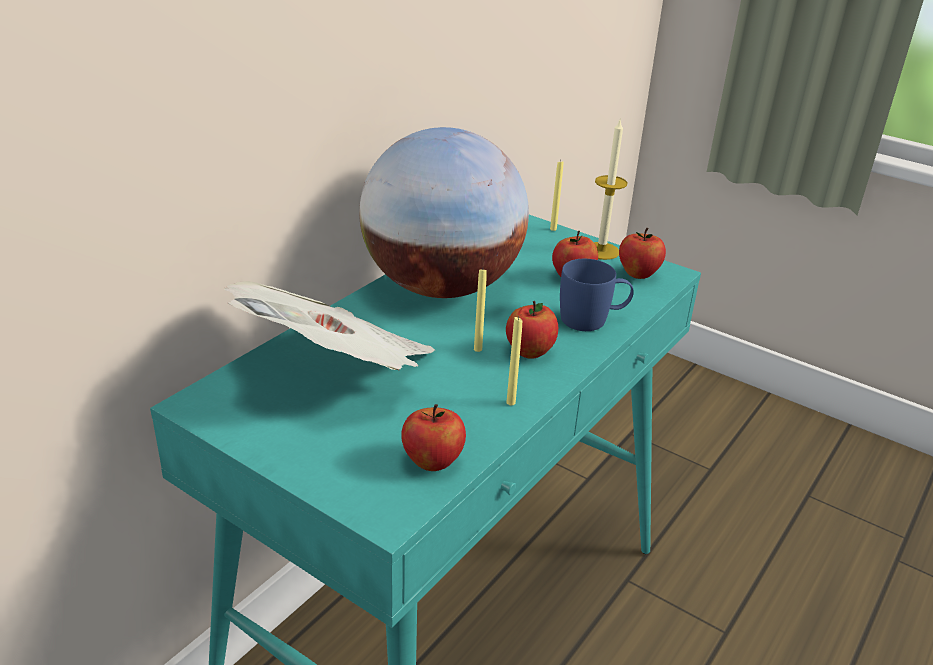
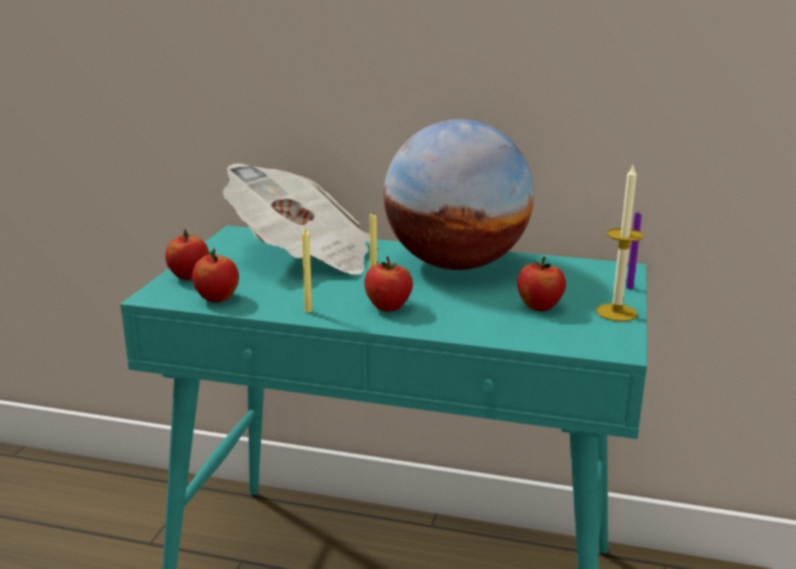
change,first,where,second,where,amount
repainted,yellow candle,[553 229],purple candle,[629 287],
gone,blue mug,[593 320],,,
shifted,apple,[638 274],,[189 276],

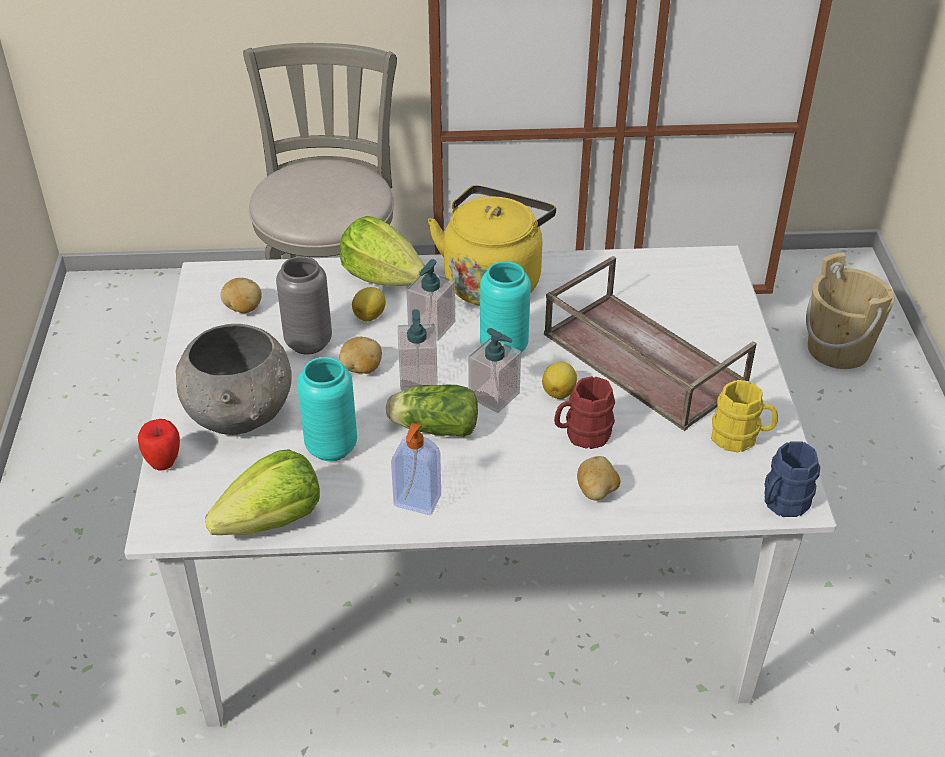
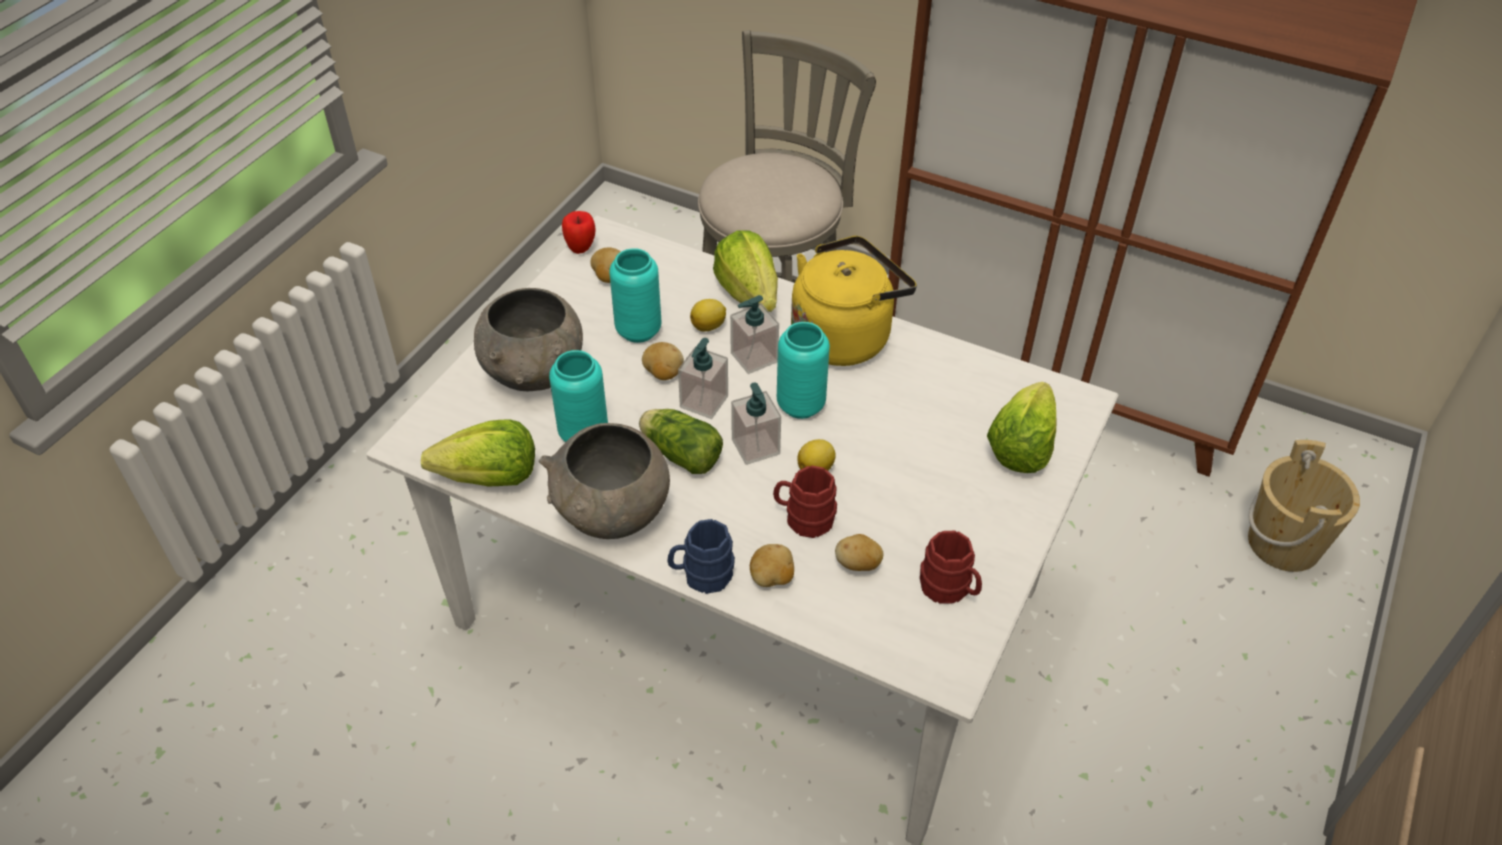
change,first,where,second,where,amount
shifted,apple,[164 463],,[581 249],
repainted,grey vase,[308 343],turquoise vase,[638 330],
swapped,soap dispenser,[417 502],grey bowl,[613 515],
gone,brown tray,[640 359],,,
repainted,yellow mug,[740 438],red mug,[949 589],
shifted,blue mug,[782 503],,[701 575],
new,,,potato,[858 564],
new,,,lettuce,[1021 447],

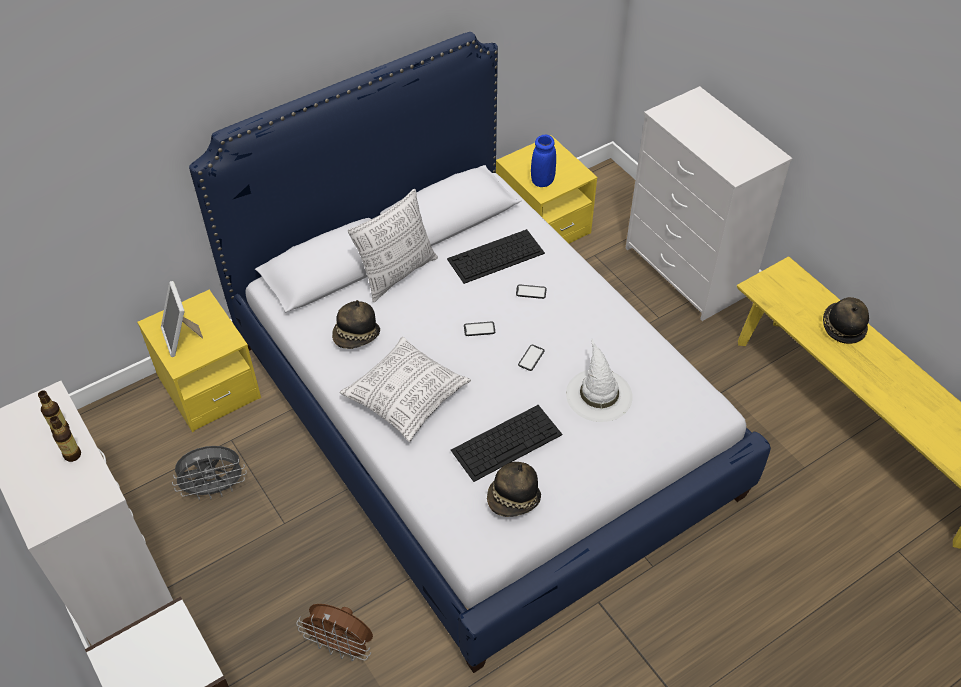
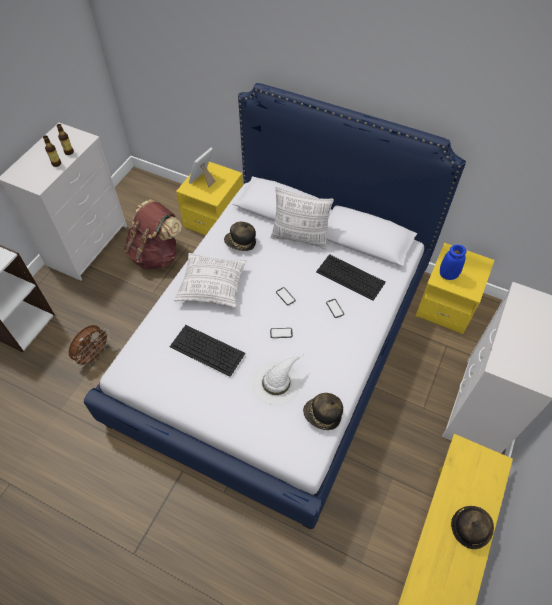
change,first,where,second,where,amount
swapped,grey fan,[215 489],brown backpack,[156 254],
rotated,brown fan,[342 646],,[94 355],135 degrees counterclockwise
shifted,hat,[513 500],,[322 415],

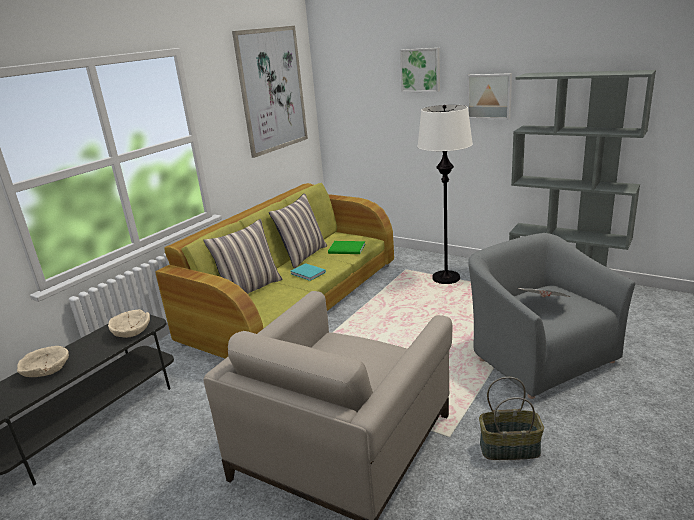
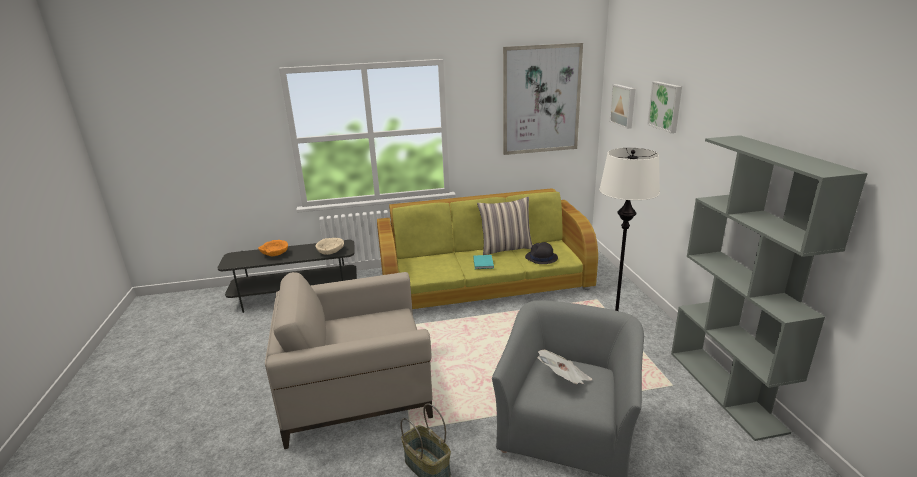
change,first,where,second,where,amount
repainted,beige bowl,[46 371],orange bowl,[275 254],
gone,pillow,[250 288],,,
swapped,green book,[347 249],black hat,[541 258],
shifted,picture,[489 96],,[624 105],

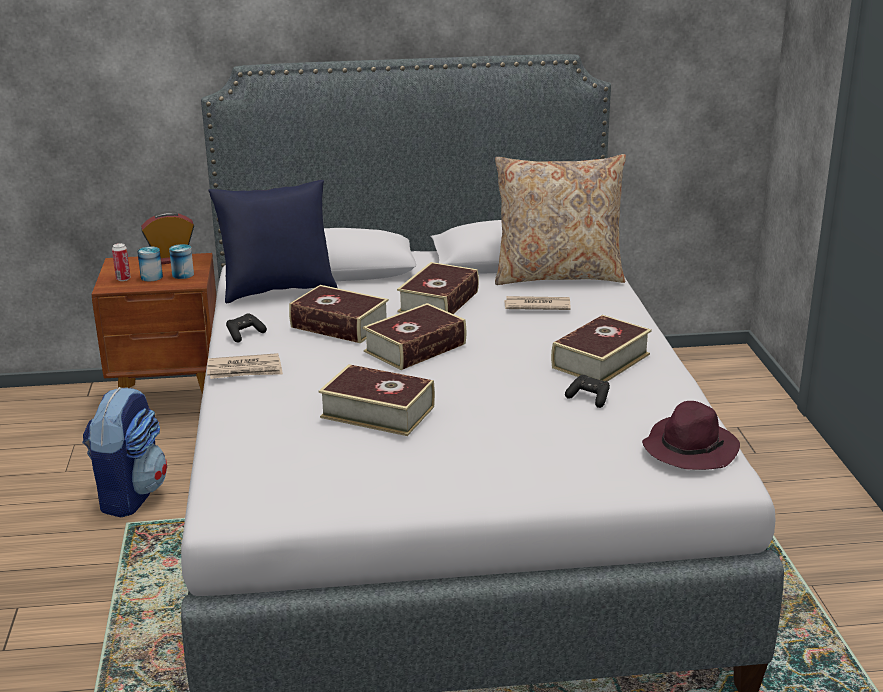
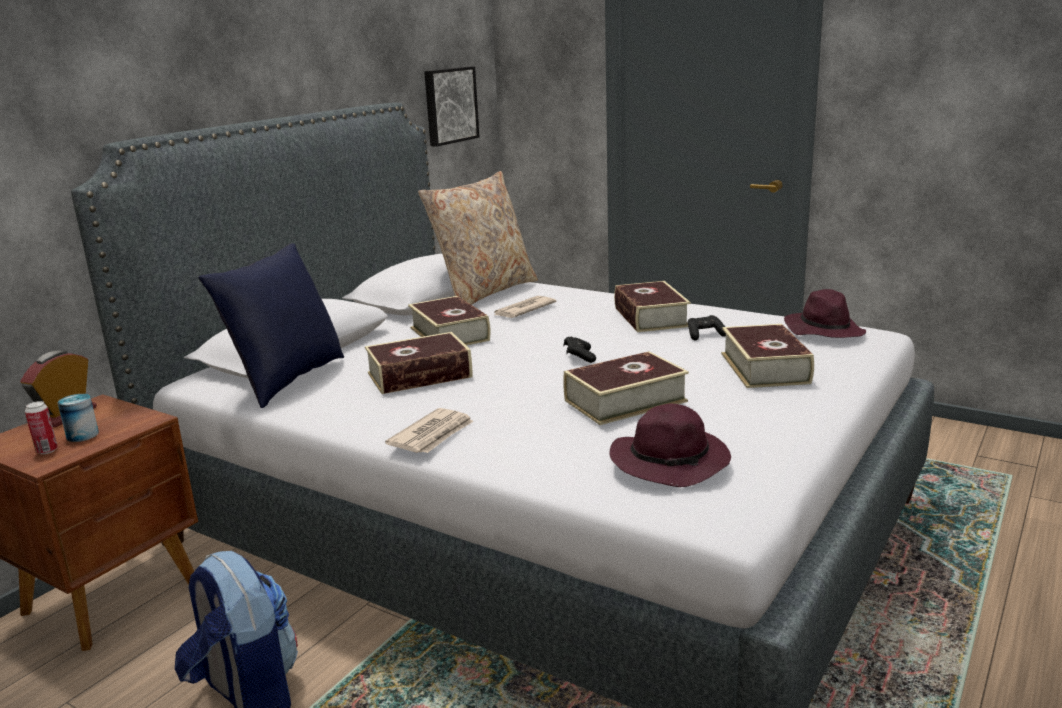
change,first,where,second,where,amount
gone,can,[183 275],,,
shifted,black game controller,[245 334],,[579 357],
shifted,book,[415 348],,[764 368],
new,,,picture,[449 105],
new,,,purple hat,[671 461],

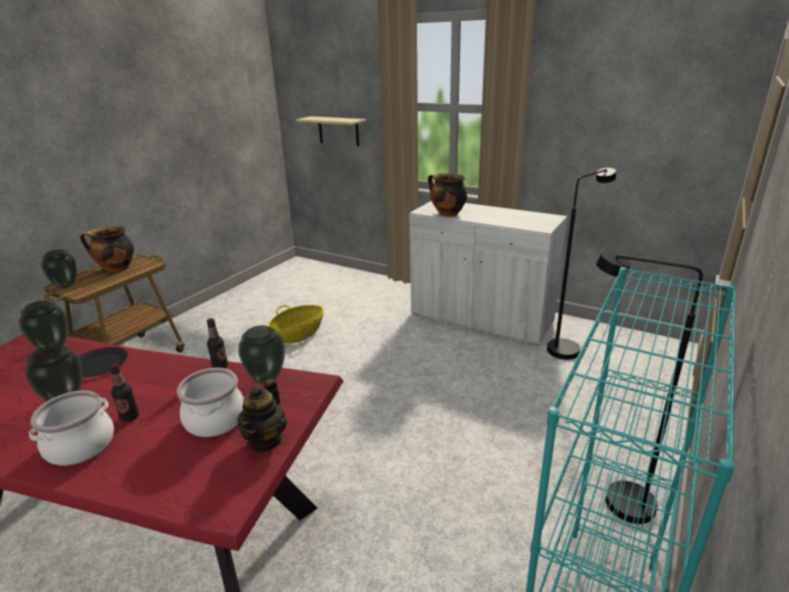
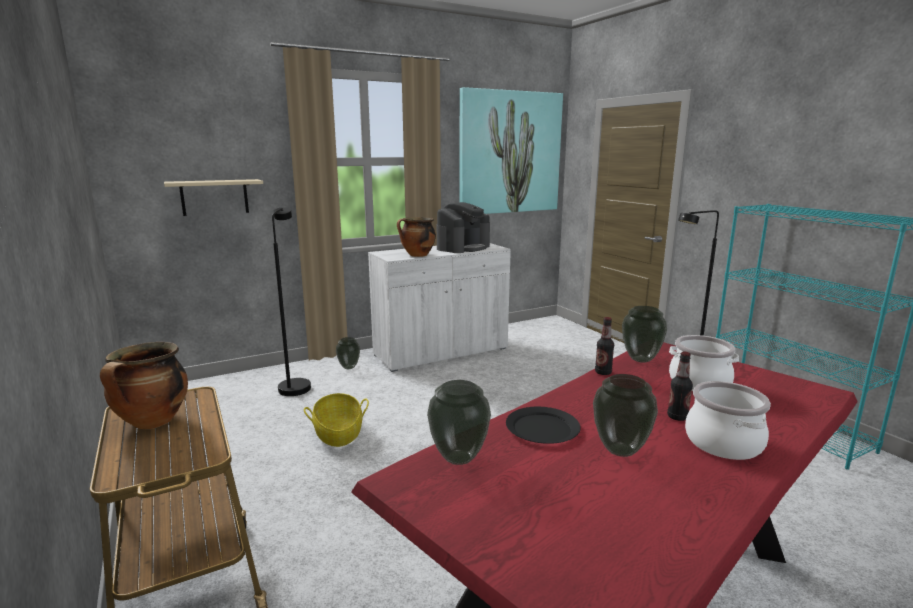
change,first,where,second,where,amount
shifted,vase,[66 286],,[349 367],
gone,teapot,[266 440],,,
shifted,black floor lamp,[567 347],,[295 385],
new,,,coffee machine,[463 247],
new,,,picture,[509 153],

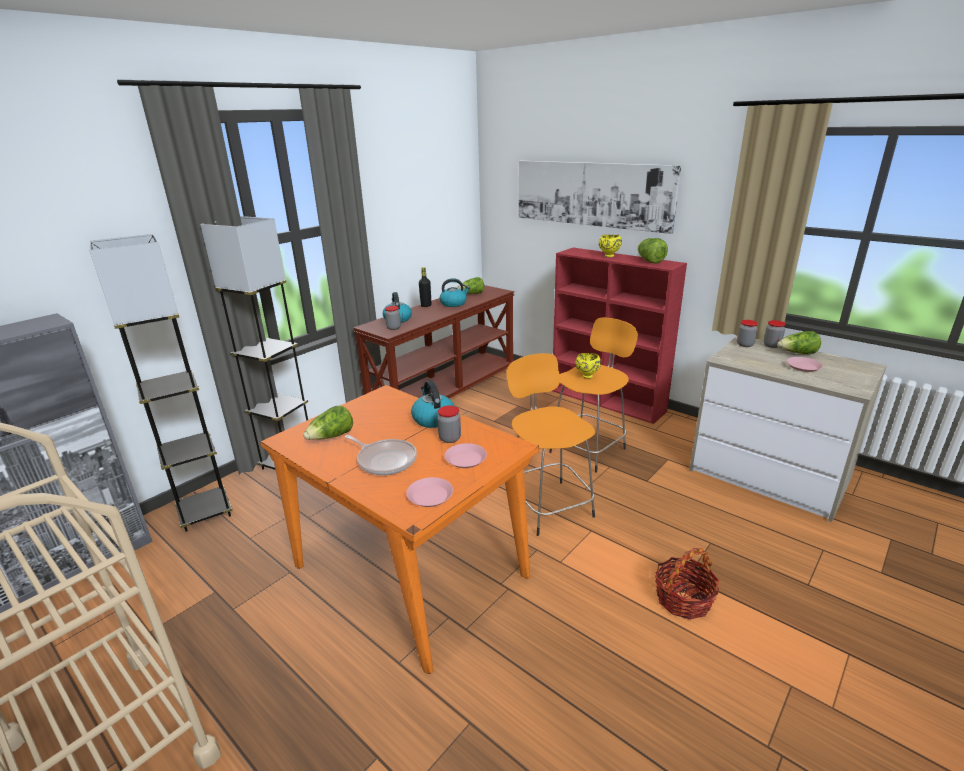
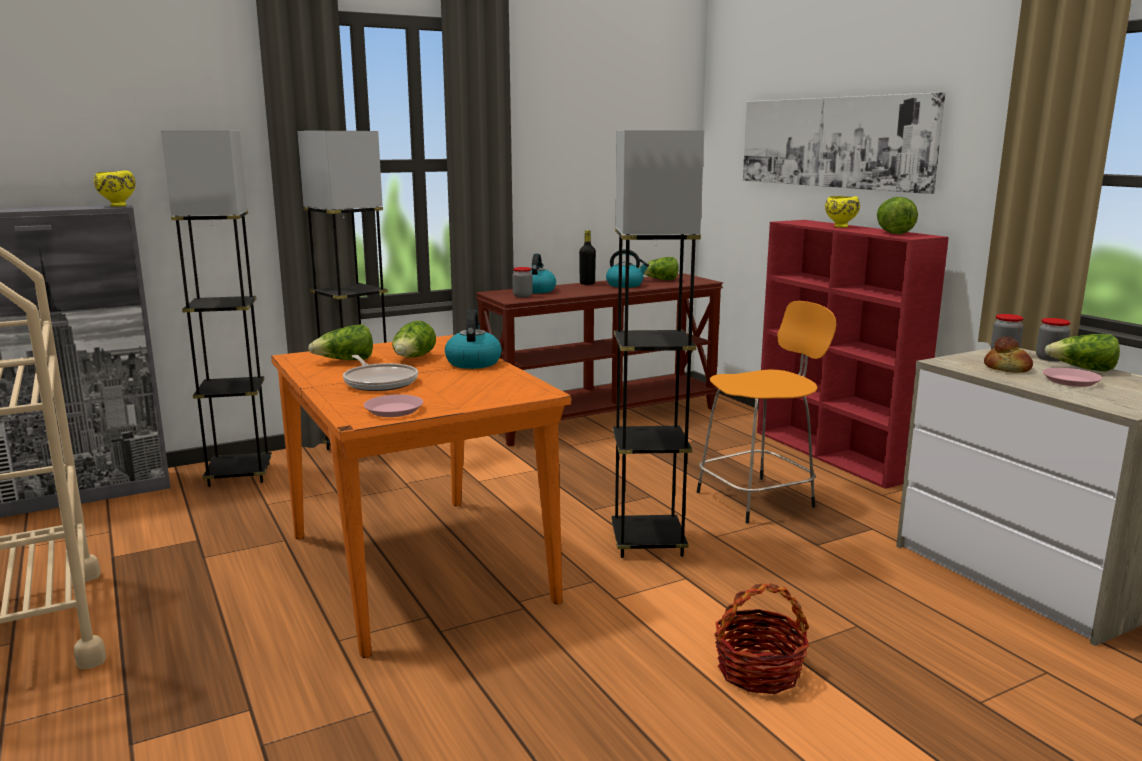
change,first,where,second,where,amount
gone,jar,[450 438],,,
gone,pink plate,[466 459],,,
swapped,orange stool,[548 505],grey floor lamp,[648 542],
shifted,yellow bowl,[586 376],,[117 205],
new,,,lettuce,[413 358],
new,,,bread,[1008 368],

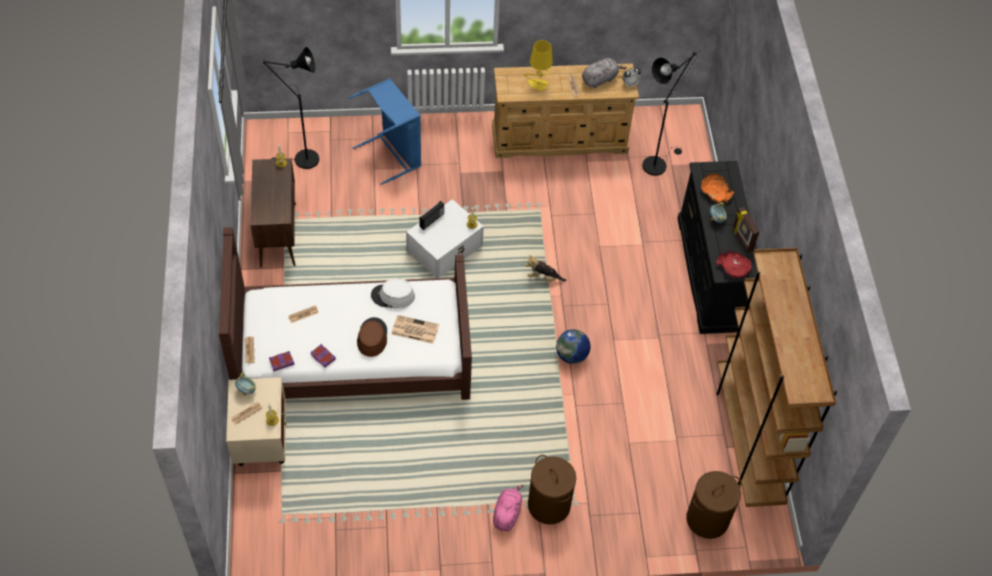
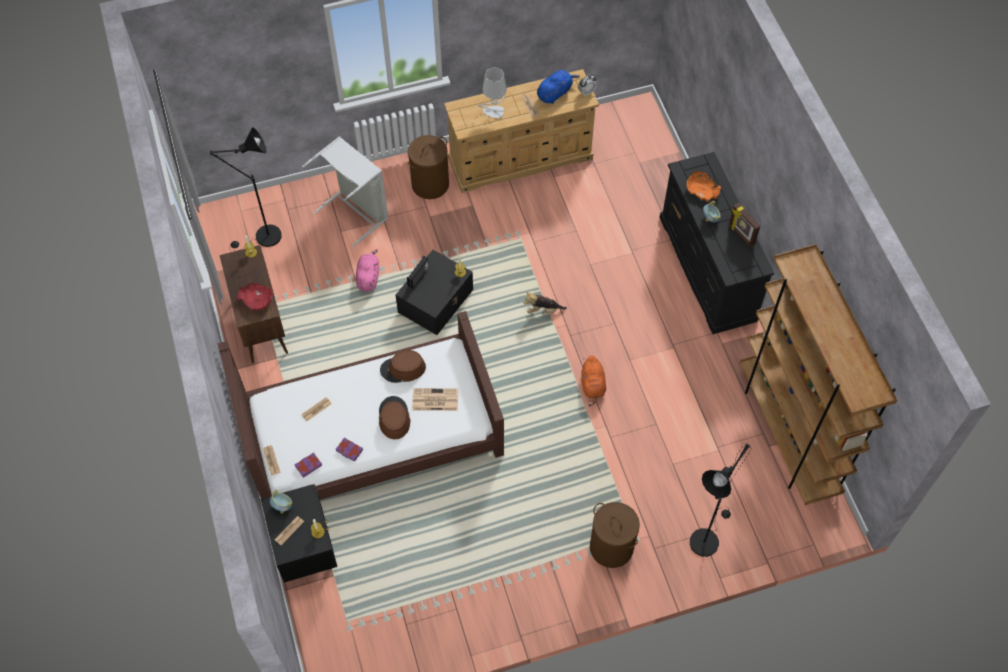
change,first,where,second,where,amount
repainted,beige nightstand,[261 442],black nightstand,[305 550],
repainted,blue laundry basket,[393 154],grey laundry basket,[356 211],
repainted,white hat,[393 296],brown hat,[403 369],
repainted,white storage box,[445 248],black storage box,[436 300],
shifted,pink plush toy,[507 513],,[368 277],
repainted,yellow table lamp,[537 84],grey table lamp,[493 112],
swapped,globe,[571 355],orange plush toy,[593 386],
repainted,grey plush toy,[600 79],blue plush toy,[555 93],
shifted,black floor lamp,[657 163],,[706 537],
shifted,brown laundry basket,[707 519],,[430 184],
shifted,red bowl,[733 268],,[257 300],

